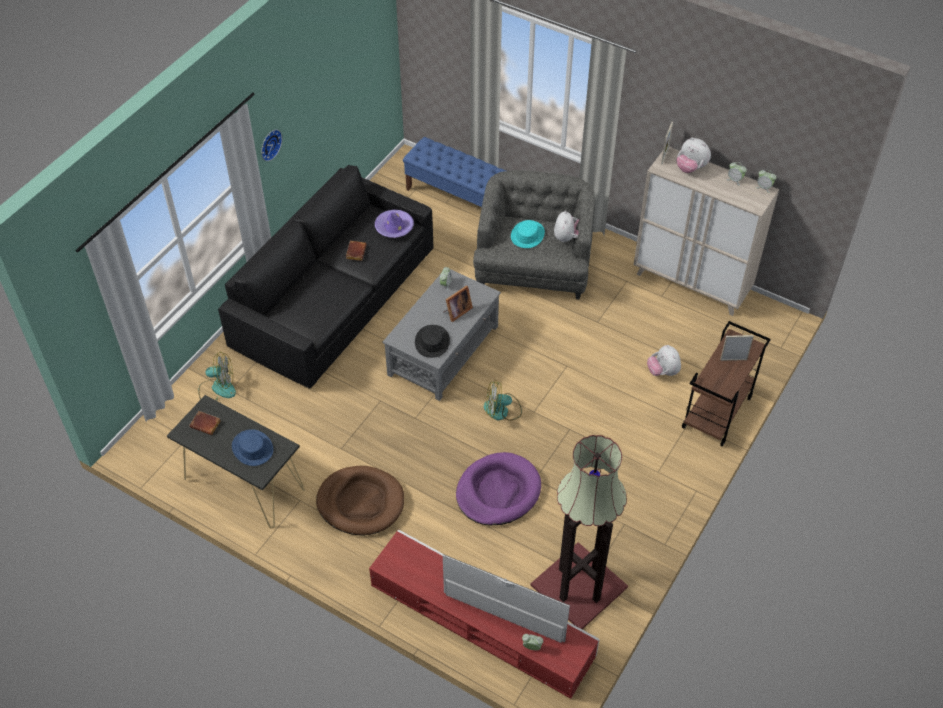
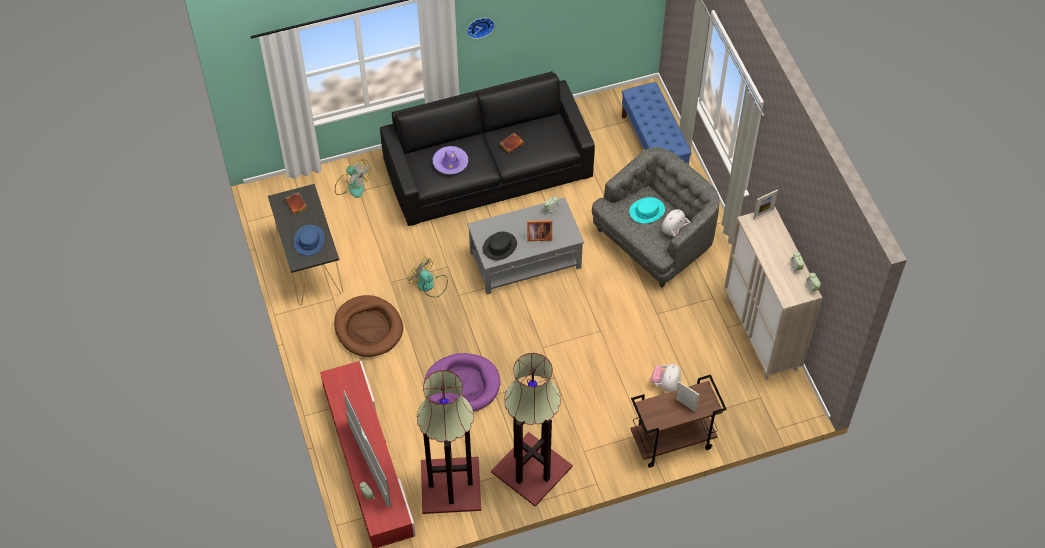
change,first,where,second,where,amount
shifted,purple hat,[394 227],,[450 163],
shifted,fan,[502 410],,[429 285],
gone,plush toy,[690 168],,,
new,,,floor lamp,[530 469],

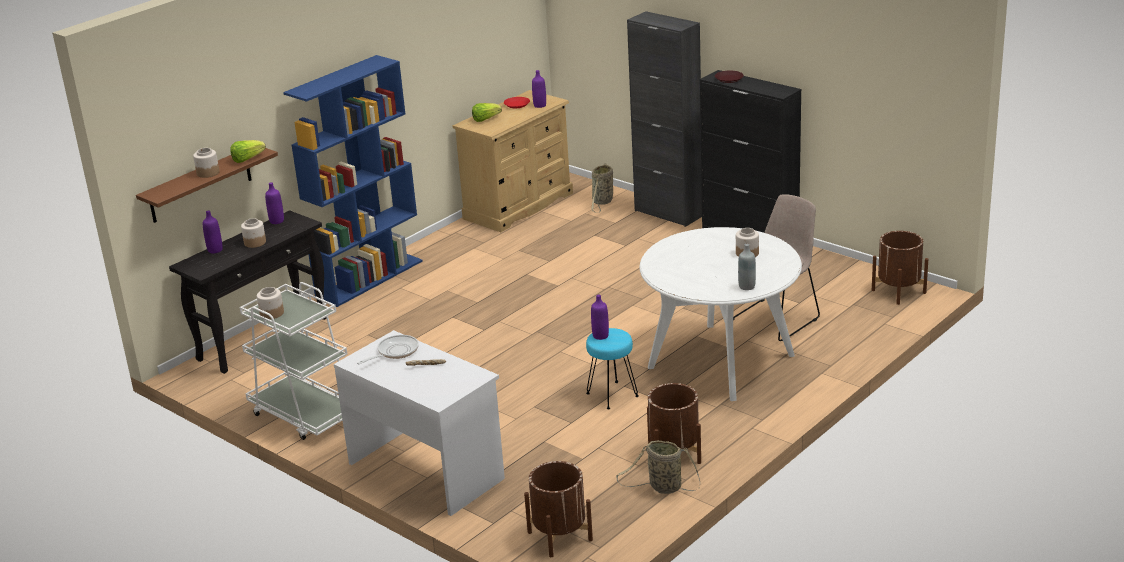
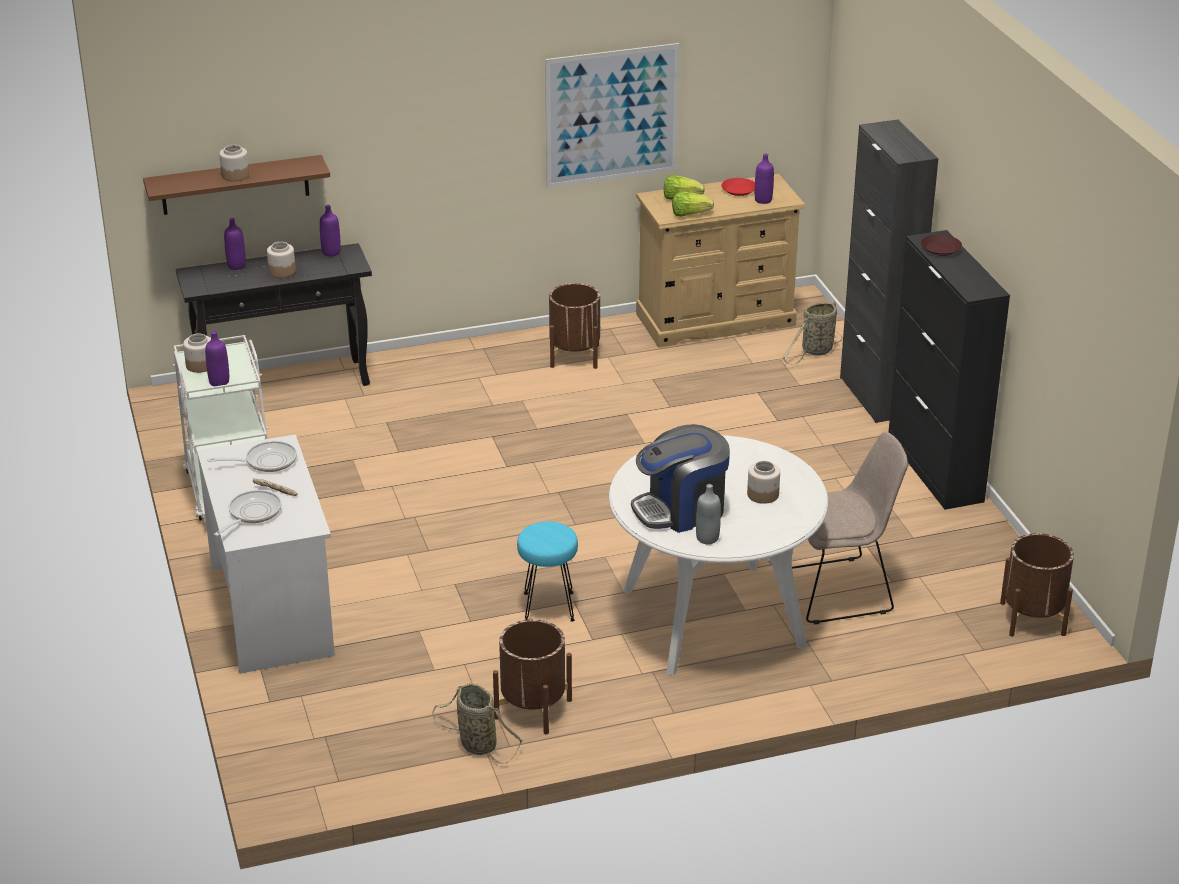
change,first,where,second,where,amount
shifted,lettuce,[247 159],,[689 214],
gone,blue bookcase,[369 278],,,
shifted,brown planter,[560 536],,[574 356],
shifted,purple bottle,[600 336],,[219 382],
new,,,frying pan,[252 514],
new,,,picture,[612 115],
new,,,coffee machine,[681 509],

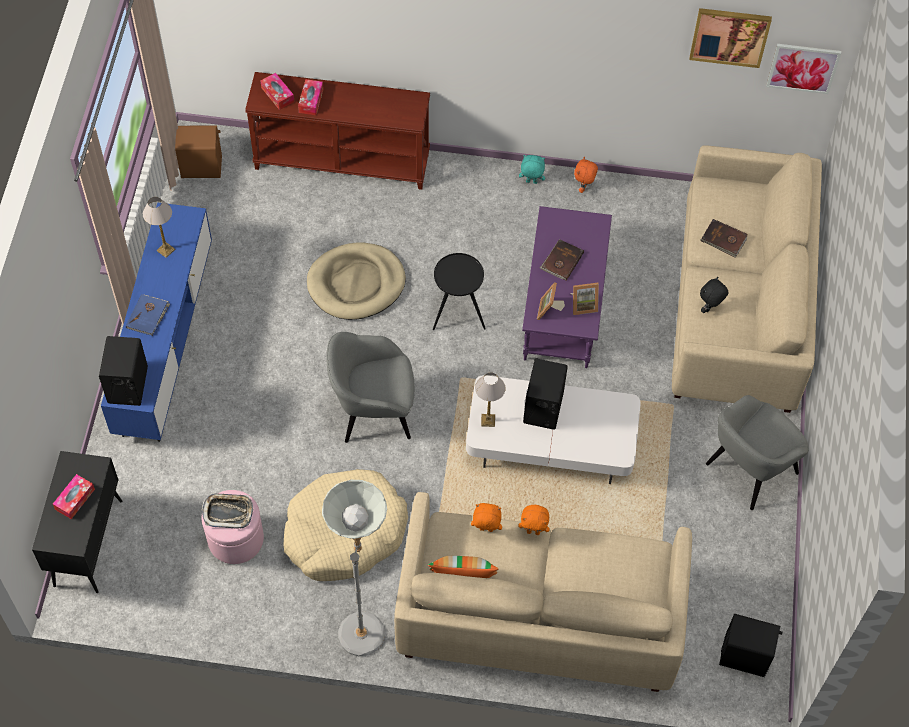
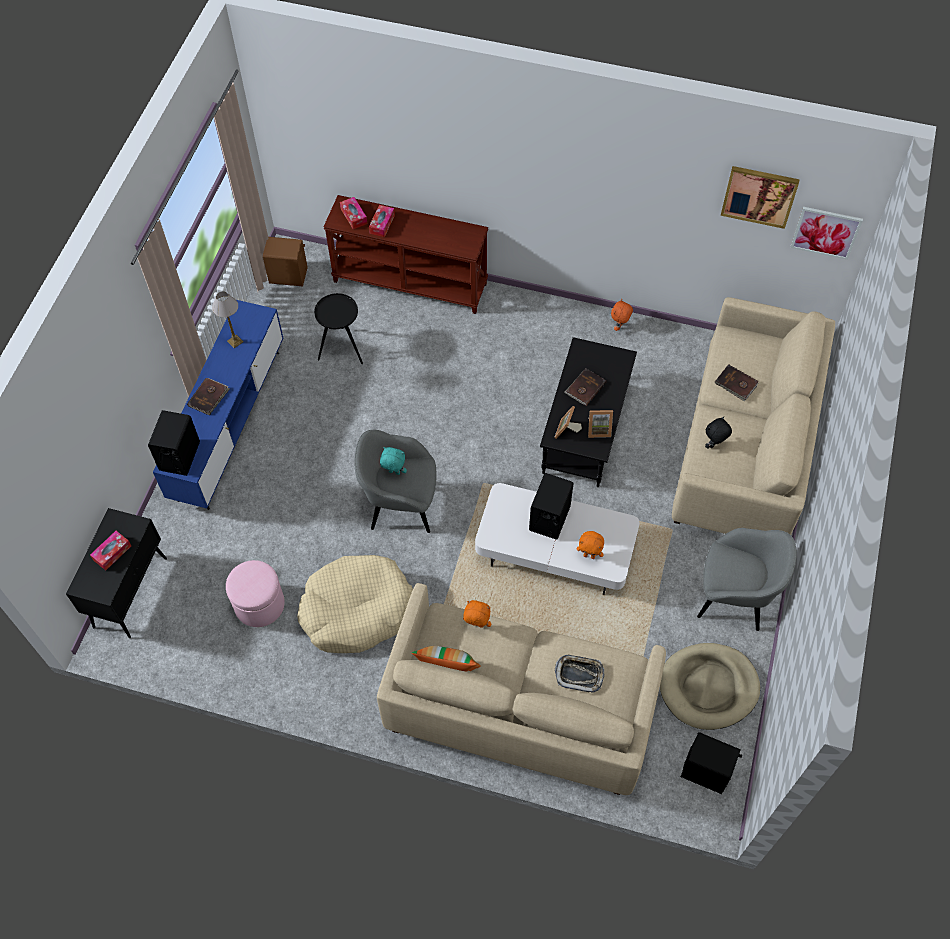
change,first,where,second,where,amount
repainted,blue book,[148 316],brown book,[209 397],
shifted,tray,[228 512],,[579 674],
shifted,beige dog bed,[356 284],,[708 687],
gone,grey floor lamp,[363 624],,,
shifted,black side table,[457 313],,[342 348],
gone,table lamp,[487 420],,,
shifted,orange plush toy,[533 531],,[589 555],
shifted,turquoise plush toy,[531 182],,[394 473],
repainted,purple coffee table,[563 308],black coffee table,[585 431],
rotated,grey armchair,[750 469],,[734 597],135 degrees counterclockwise

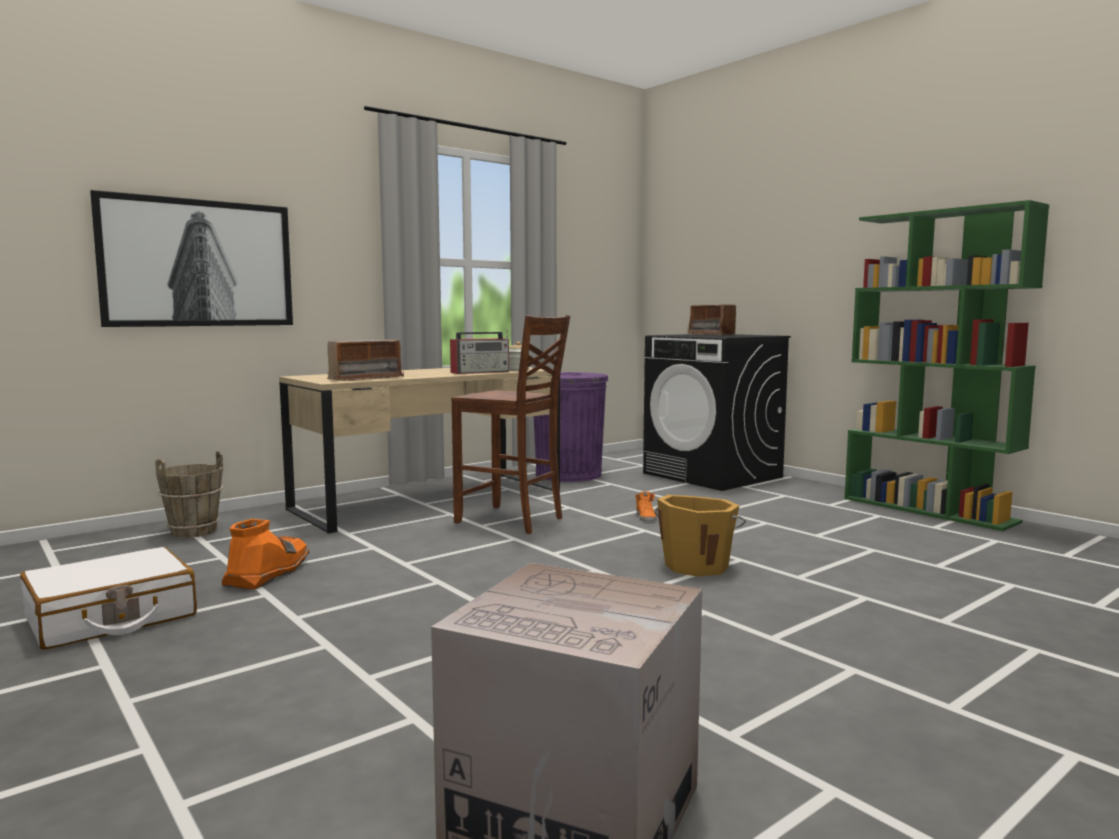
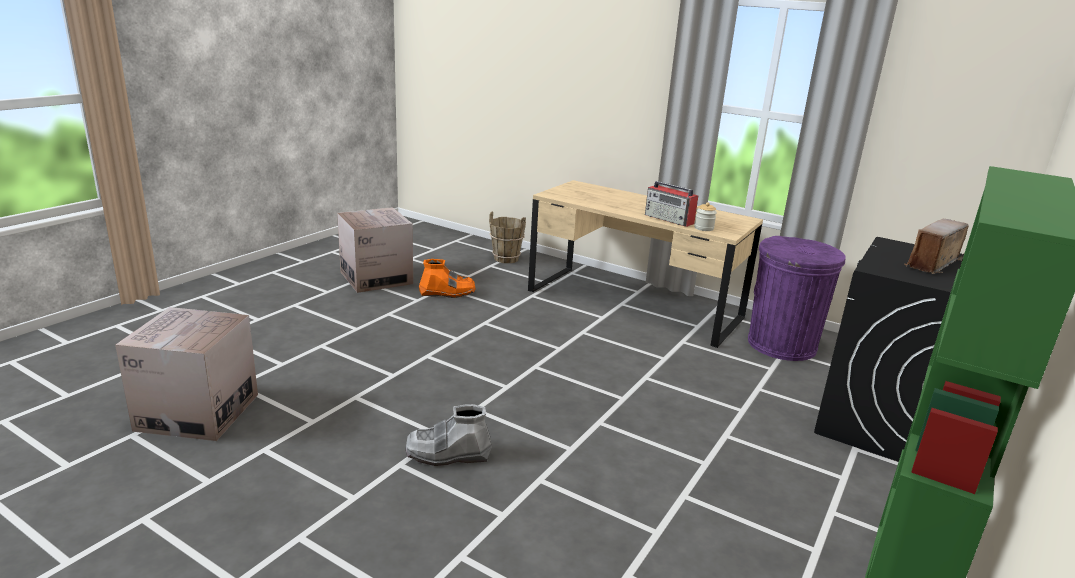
change,first,where,second,where,amount
swapped,white suitcase,[111 618],cardboard box,[376 278],
gone,picture,[199 263],,,
gone,radio,[366 379],,,
gone,brown chair,[511 520],,,
gone,orange shoe,[646 516],,,
gone,orange bucket,[696 565],,,
new,,,grey boot,[448 454],

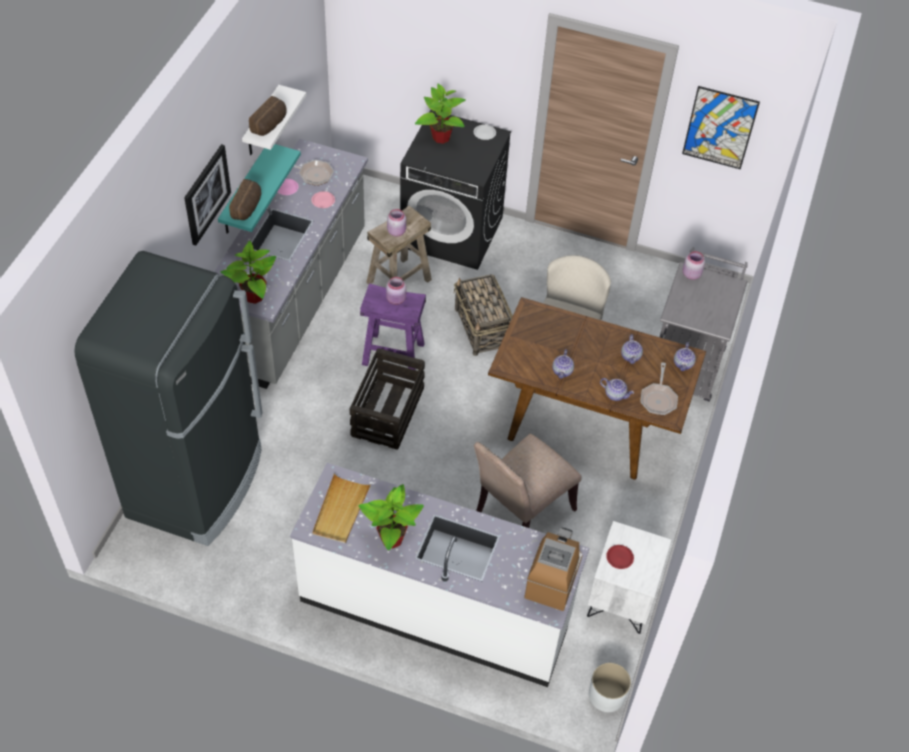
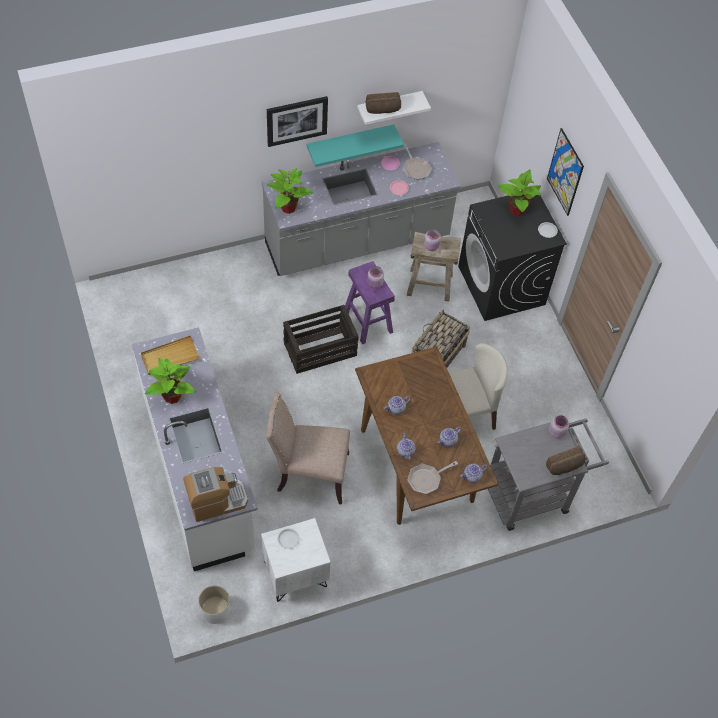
change,first,where,second,where,amount
gone,black fridge,[197 483],,,
shifted,bread,[248 207],,[565 466],
repainted,red plate,[619 558],white plate,[288 539],
shifted,picture,[720 128],,[565 172],

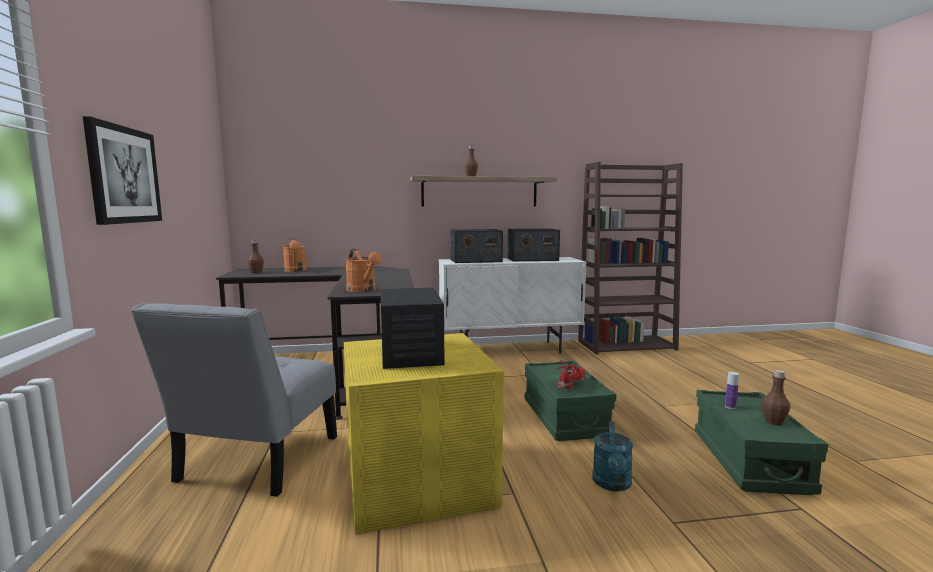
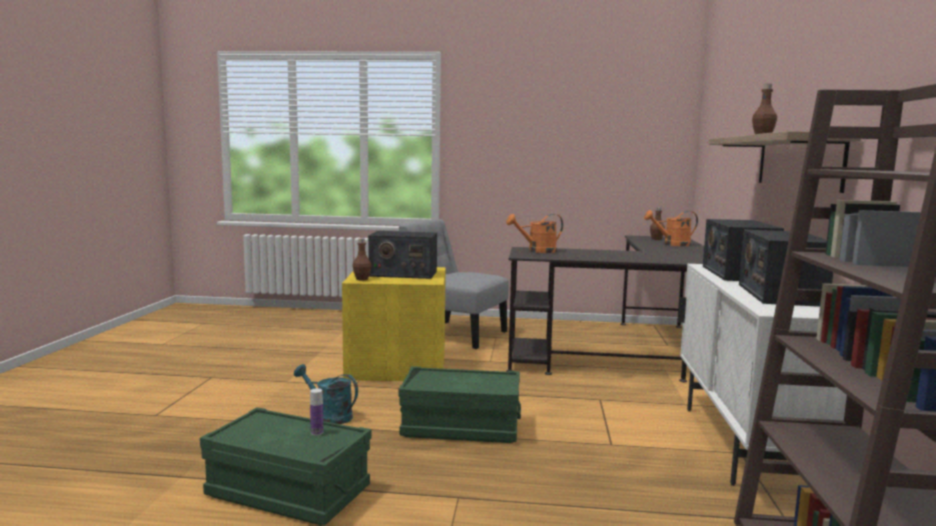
change,first,where,second,where,amount
gone,picture,[124 175],,,
gone,red shoe,[571 382],,,
shifted,brown bottle,[773 421],,[362 279],

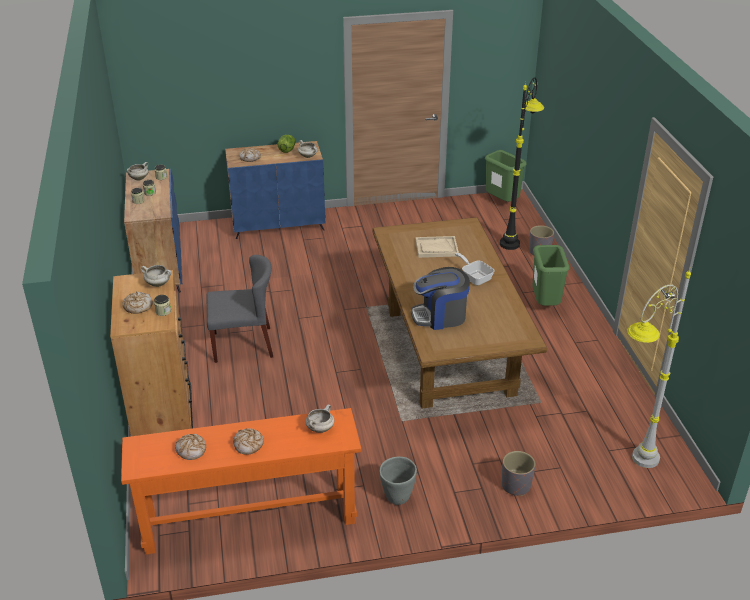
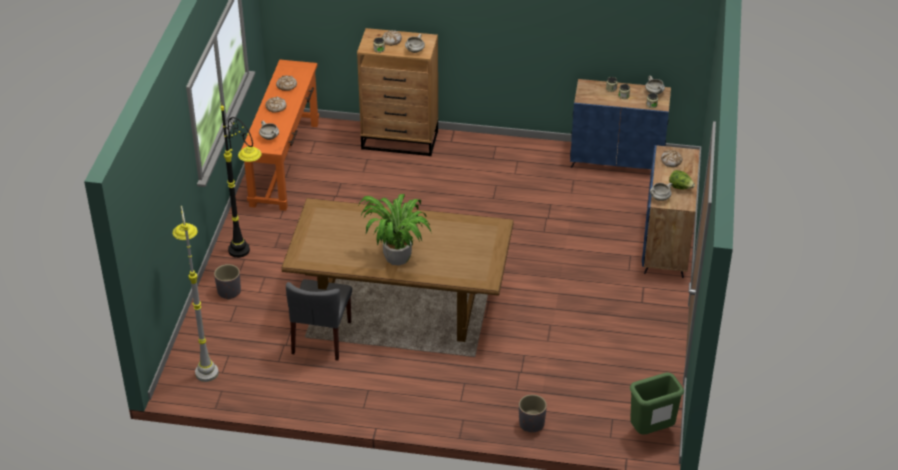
change,first,where,second,where,amount
shifted,grey chair,[243 344],,[321 338],
gone,grey planter,[397 497],,,
gone,coffee machine,[440 316],,,
gone,beige tray,[436 248],,,
swapped,frying pan,[474 277],potted plant,[398 257],
shifted,black floor lamp,[515 236],,[250 259],
gone,green trash can,[545 304],,,

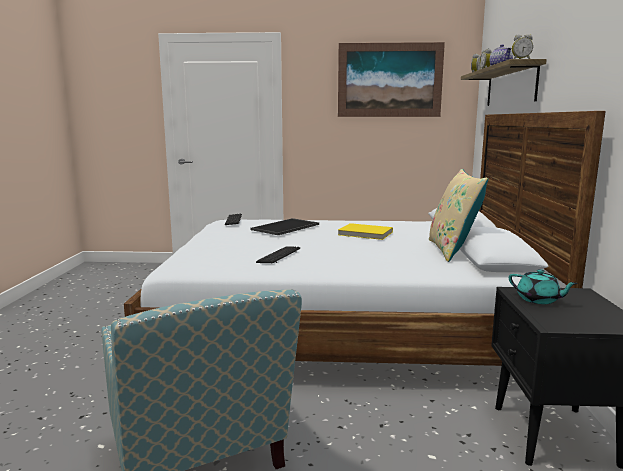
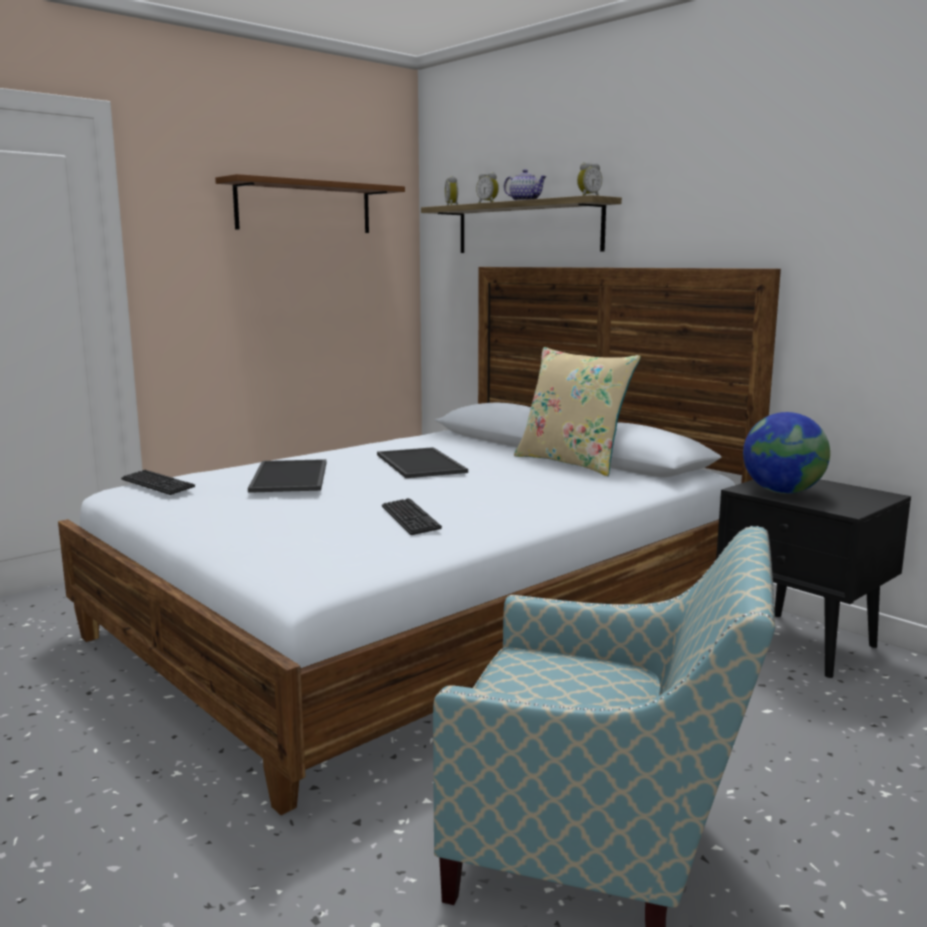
change,first,where,second,where,amount
swapped,picture,[389 80],brown shelf,[304 207],
swapped,yellow book,[365 234],tray,[422 463],
swapped,turquoise teapot,[538 300],globe,[782 492],

